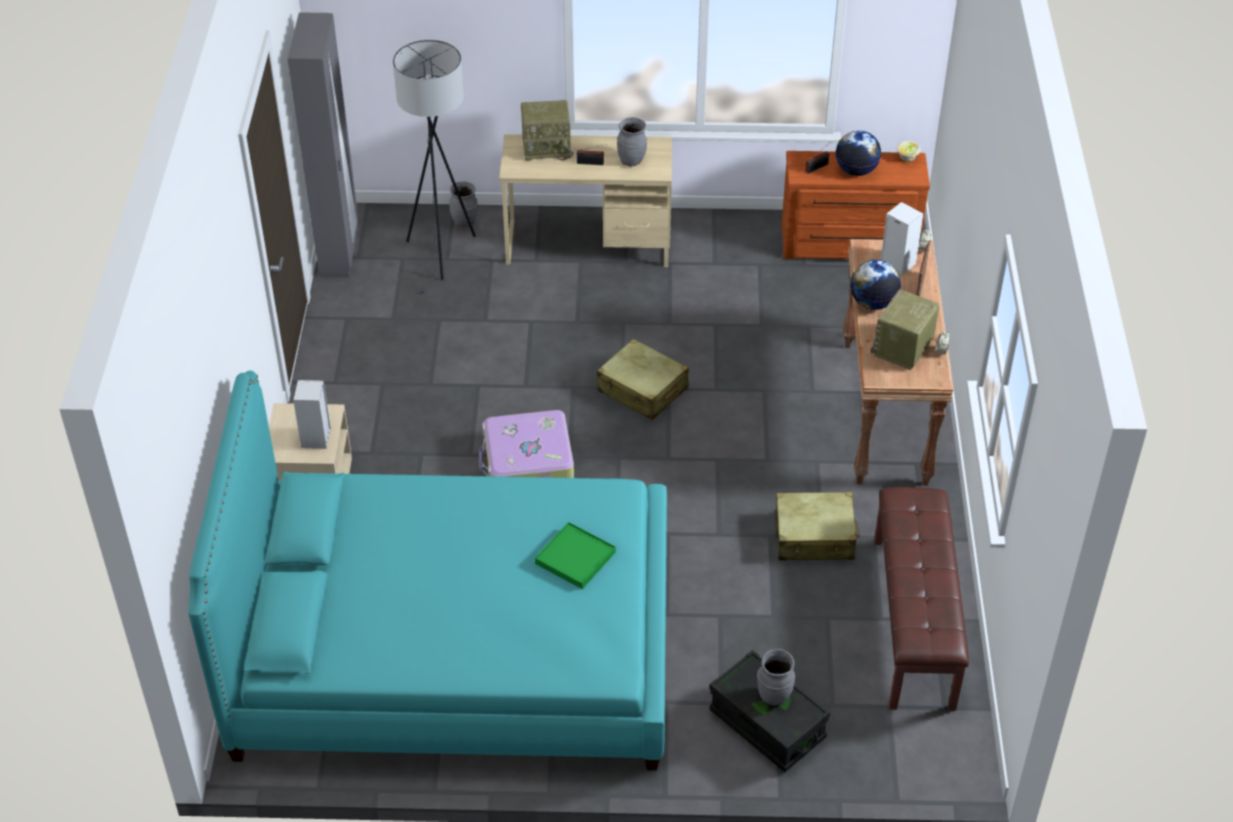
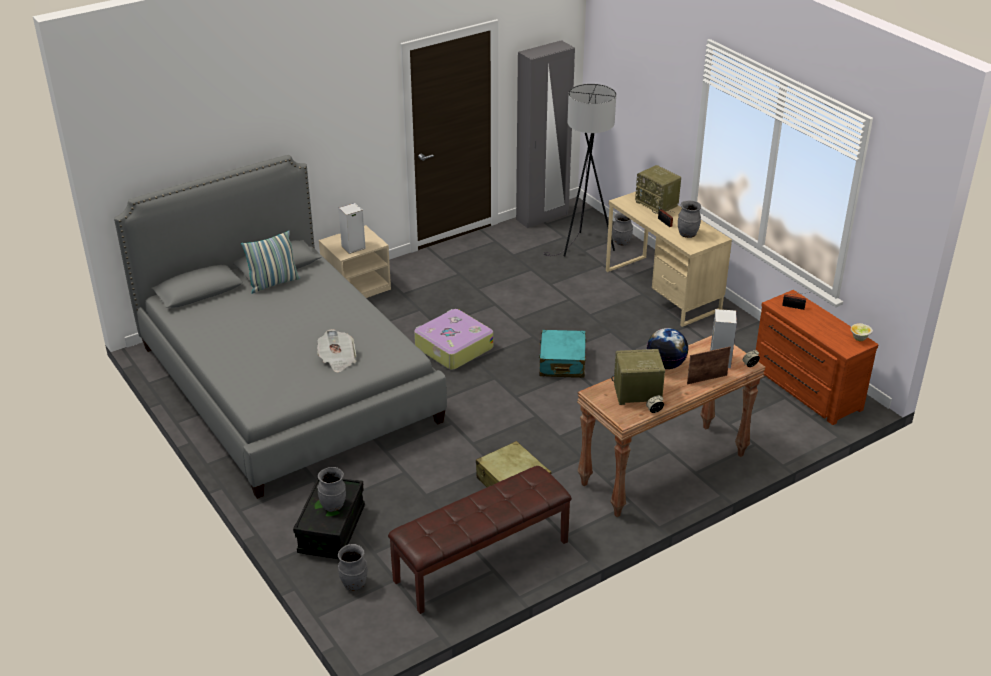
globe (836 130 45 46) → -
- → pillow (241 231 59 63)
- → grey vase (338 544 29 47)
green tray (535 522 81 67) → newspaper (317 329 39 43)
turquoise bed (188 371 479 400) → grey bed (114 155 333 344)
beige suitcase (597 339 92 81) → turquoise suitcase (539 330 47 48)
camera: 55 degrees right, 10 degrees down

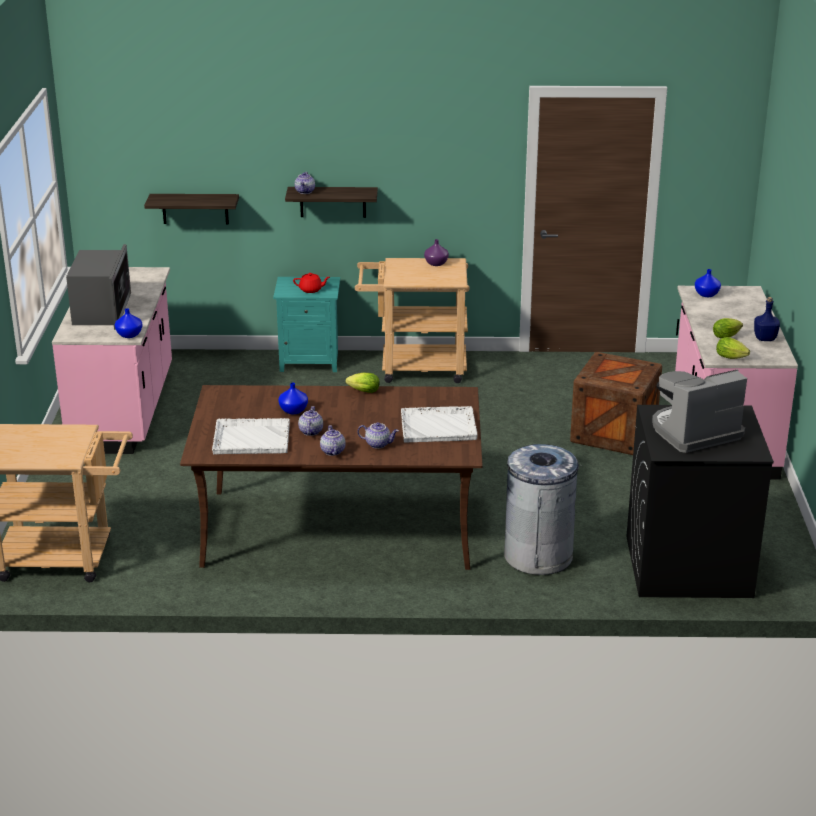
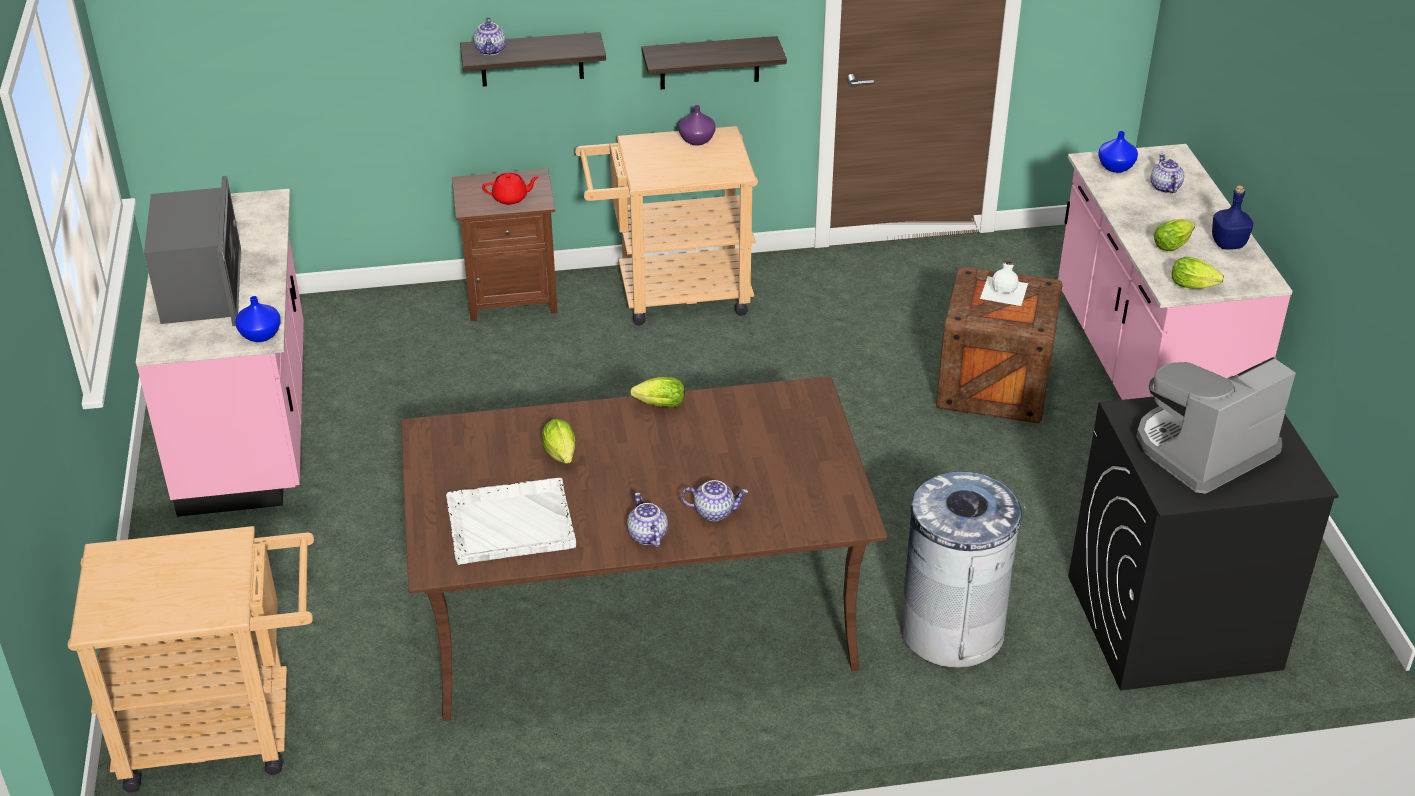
white tray (401 406 77 37) → -
- → white bottle (980 261 48 45)
shelf (144 194 95 30) → shelf (642 36 145 53), shifted
teapot (298 406 25 30) → teapot (1151 154 33 39), shifted
blue vase (279 382 29 32) → lettuce (542 419 33 45)
turquoise nightstand (273 277 67 95) → brown nightstand (452 169 106 152)
camera: 10 degrees left, 10 degrees up

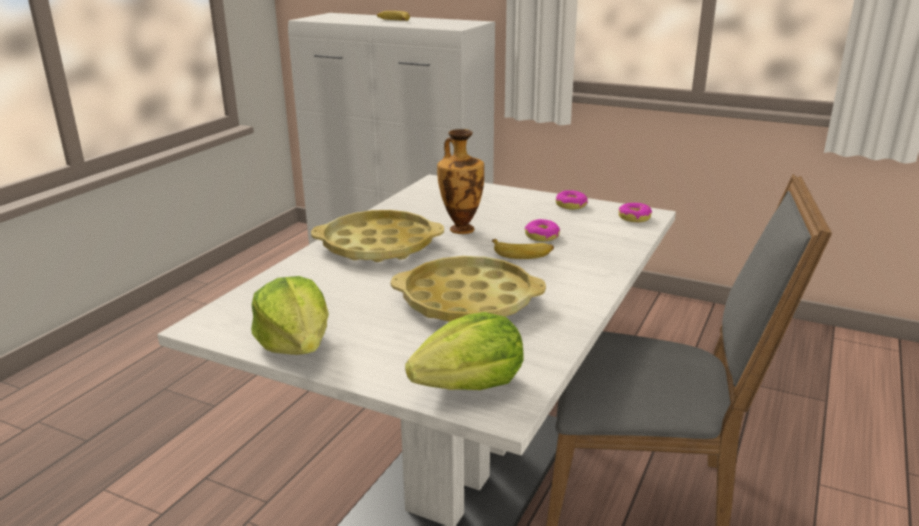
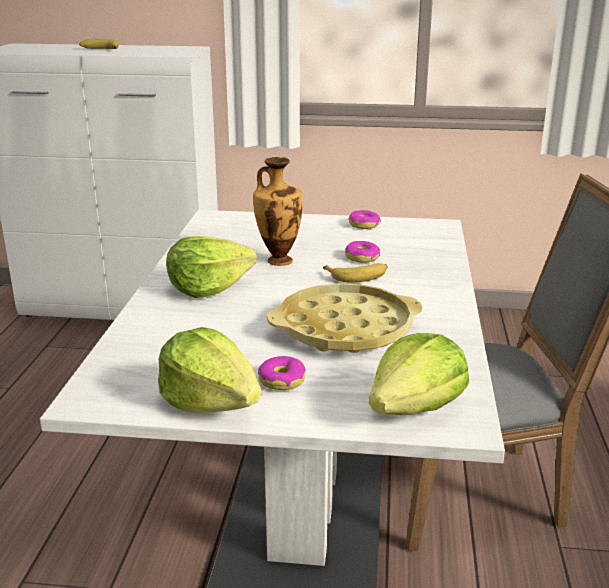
donut (619 203 33 19) → donut (258 356 48 34), shifted
yellow tray (311 210 133 52) → lettuce (166 236 91 62)
camera: 20 degrees left, 0 degrees up

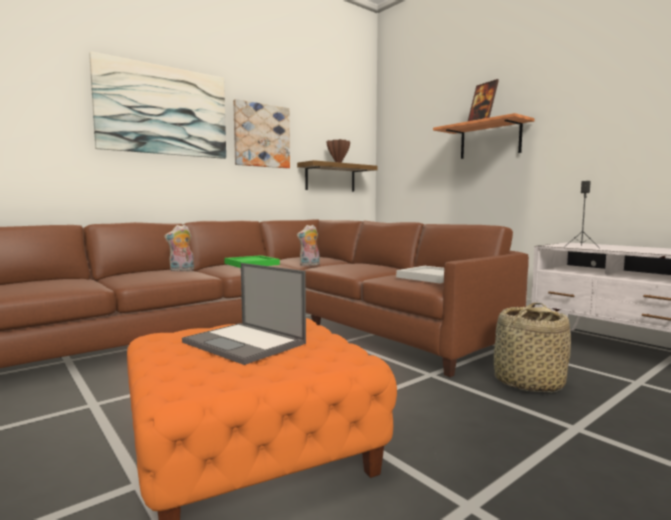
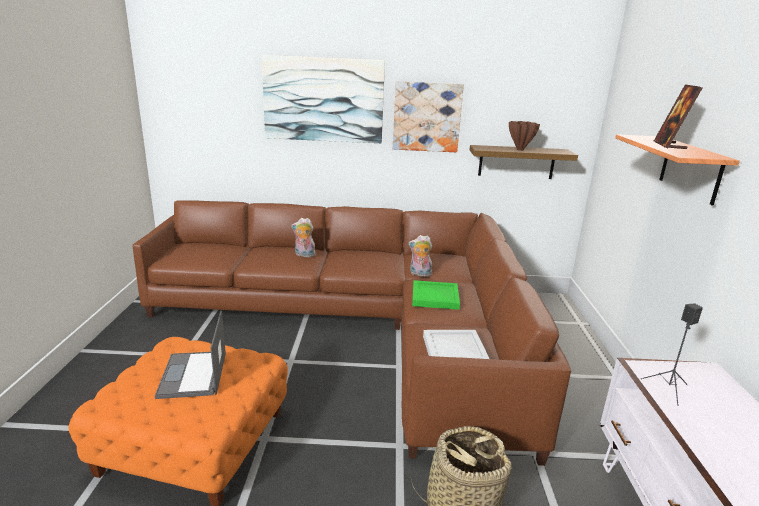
green tray (224 255 56 13) → green tray (412 280 48 30), shifted
camera: 40 degrees right, 15 degrees up

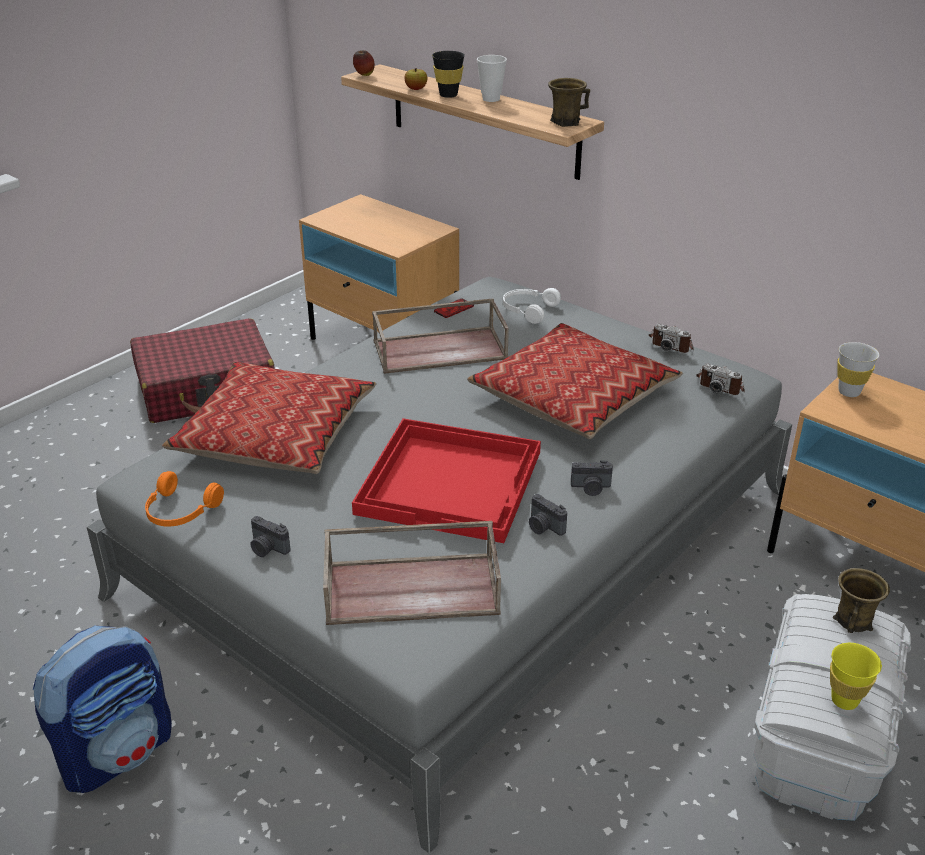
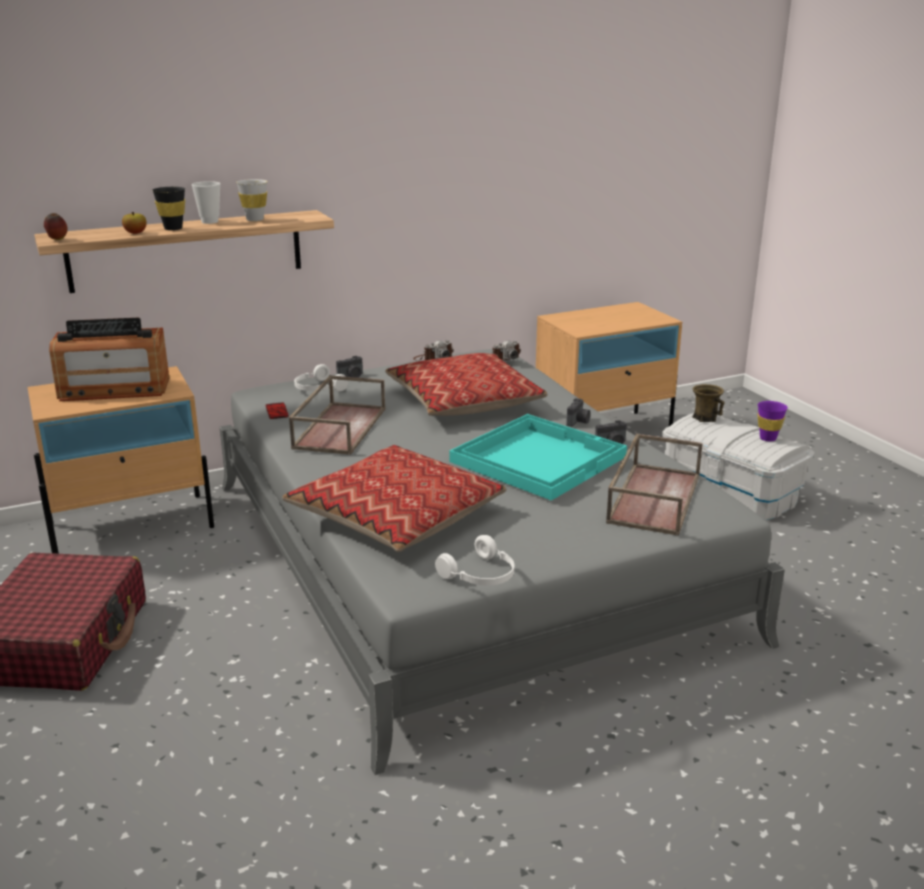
backpack (33 626 139 167) → -
brown mug (548 78 42 49) → -
- → radio (49 318 120 83)
photo camera (251 516 40 41) → photo camera (336 356 27 22), shifted
white cup (838 342 41 55) → white cup (236 179 31 42), shifted
orange headphones (145 471 79 56) → white headphones (435 535 79 51)
red tray (352 418 189 125) → turquoise tray (449 414 178 87)
yellow cup (830 643 52 67) → purple cup (757 401 31 41)
camera: 65 degrees left, 10 degrees down

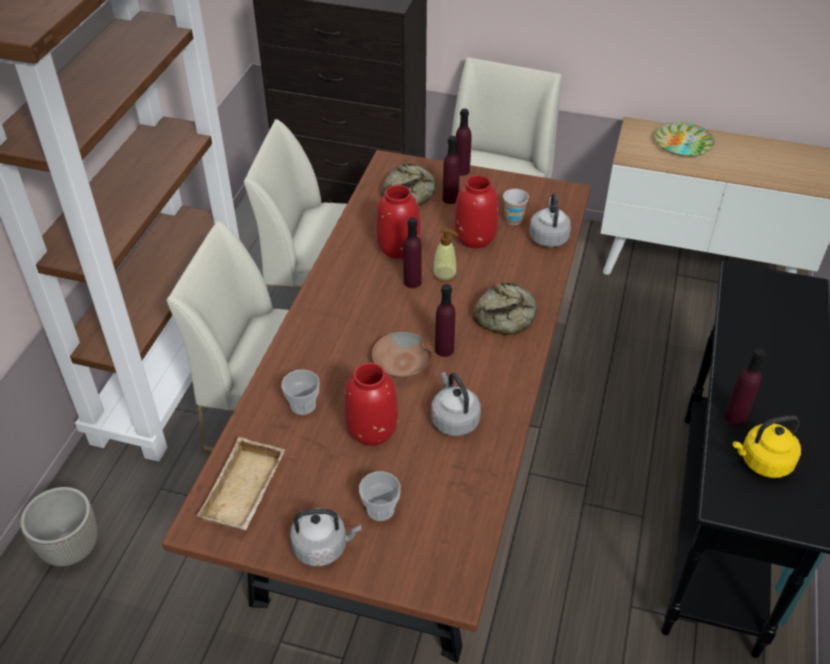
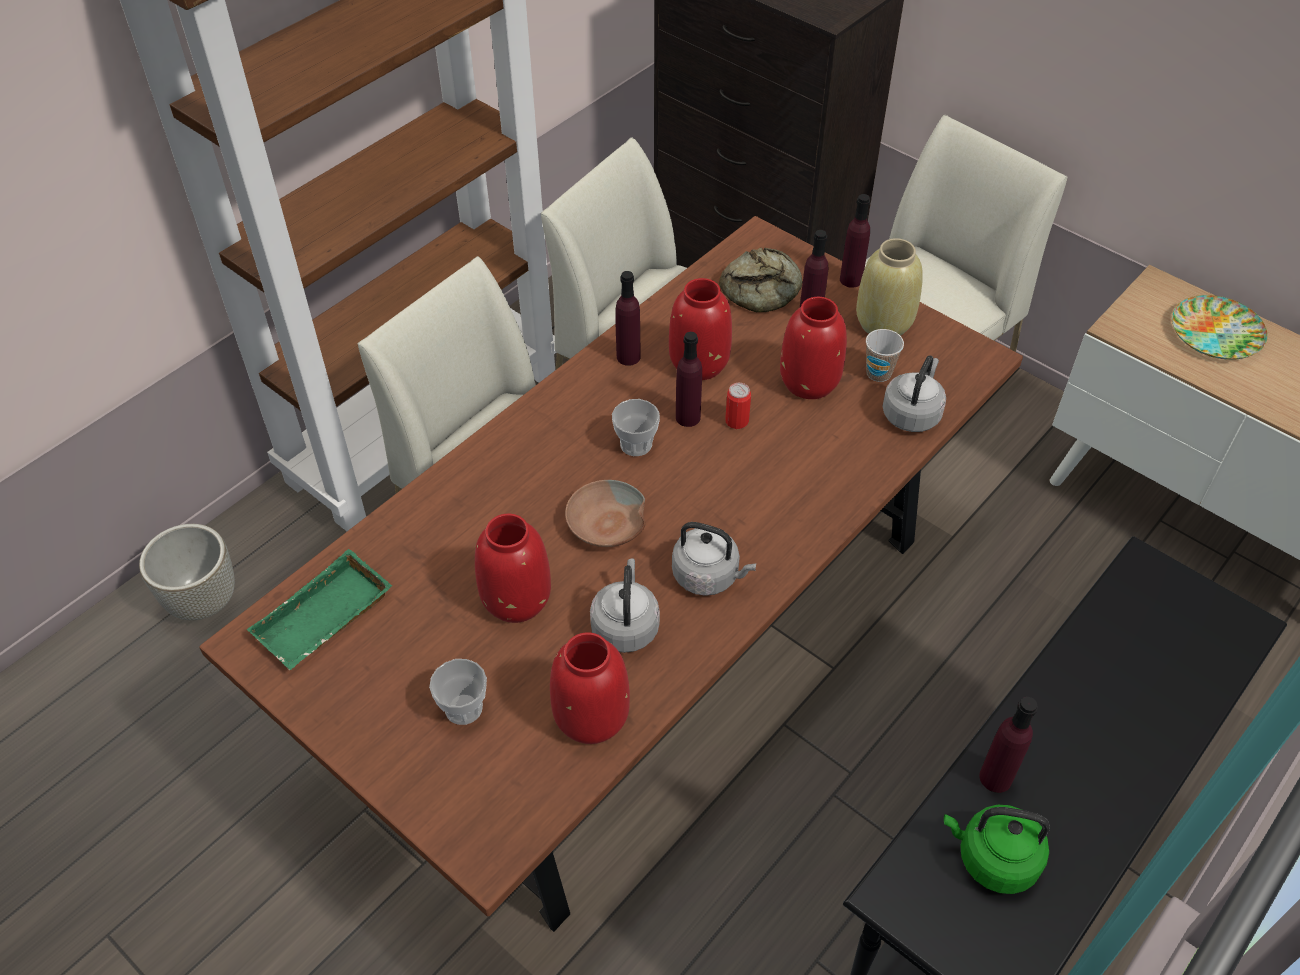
bread (473 282 64 53) → -
- → red vase (550 632 80 112)
- → beige vase (856 238 67 98)
cup (282 370 37 45) → cup (612 399 48 57), shifted
grey kettle (290 508 72 58) → grey kettle (672 522 84 74), shifted
purple bottle (435 284 20 73) → purple bottle (615 271 26 95), shifted
soap dispenser (433 227 25 55) → can (725 383 26 46)
beige tray (197 437 88 94) → green tray (247 549 145 121)
yellow kettle (733 415 68 63) → green kettle (944 805 106 89)
camera: 25 degrees right, 5 degrees up

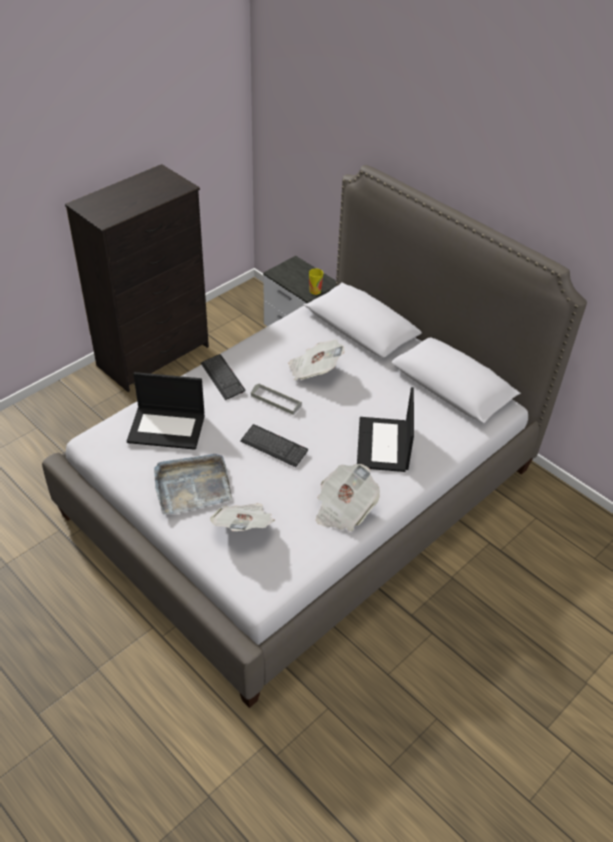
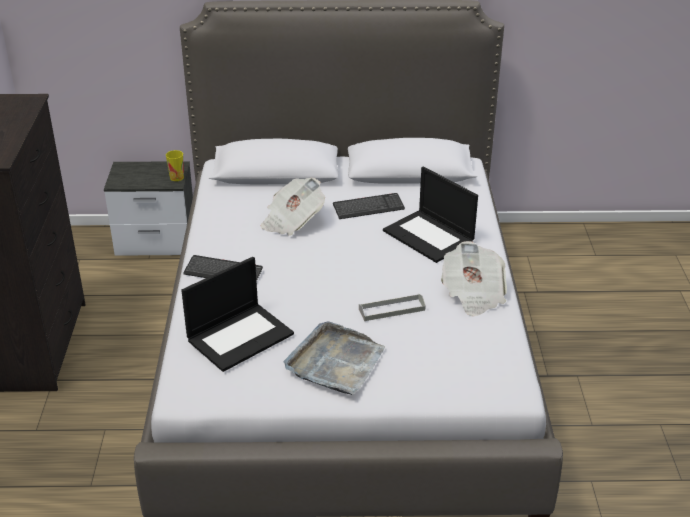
newspaper (210 503 65 28) → -
keyboard (240 424 68 43) → keyboard (333 193 72 26), shifted
grey tray (251 383 51 32) → grey tray (359 294 67 27), shifted
camera: 45 degrees left, 10 degrees down

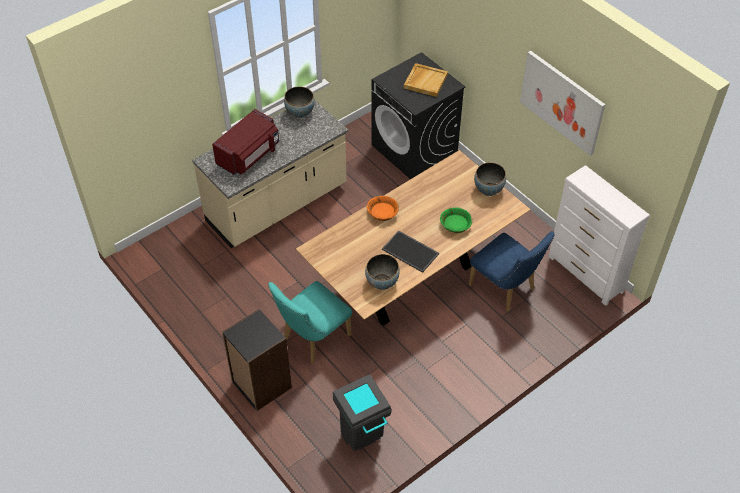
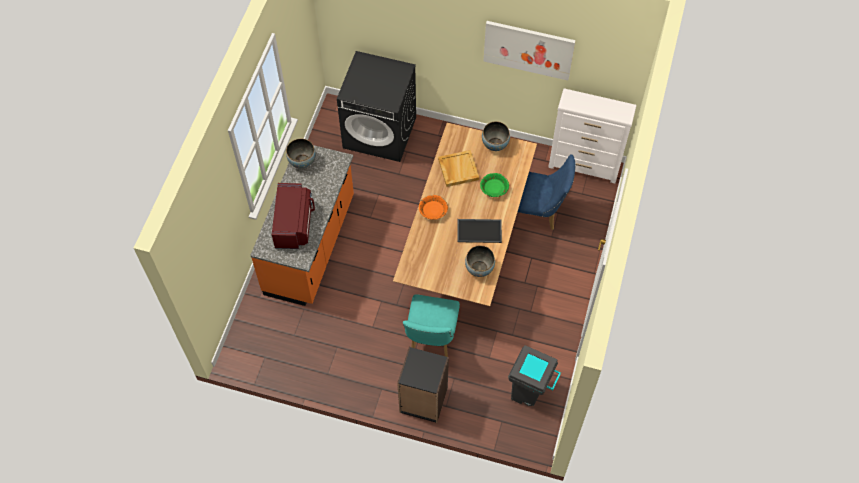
beige tray (404 63 44 34) → beige tray (438 150 41 37), shifted
beige counter (192 99 156 149) → orange counter (250 145 104 161)
camera: 35 degrees left, 10 degrees up

